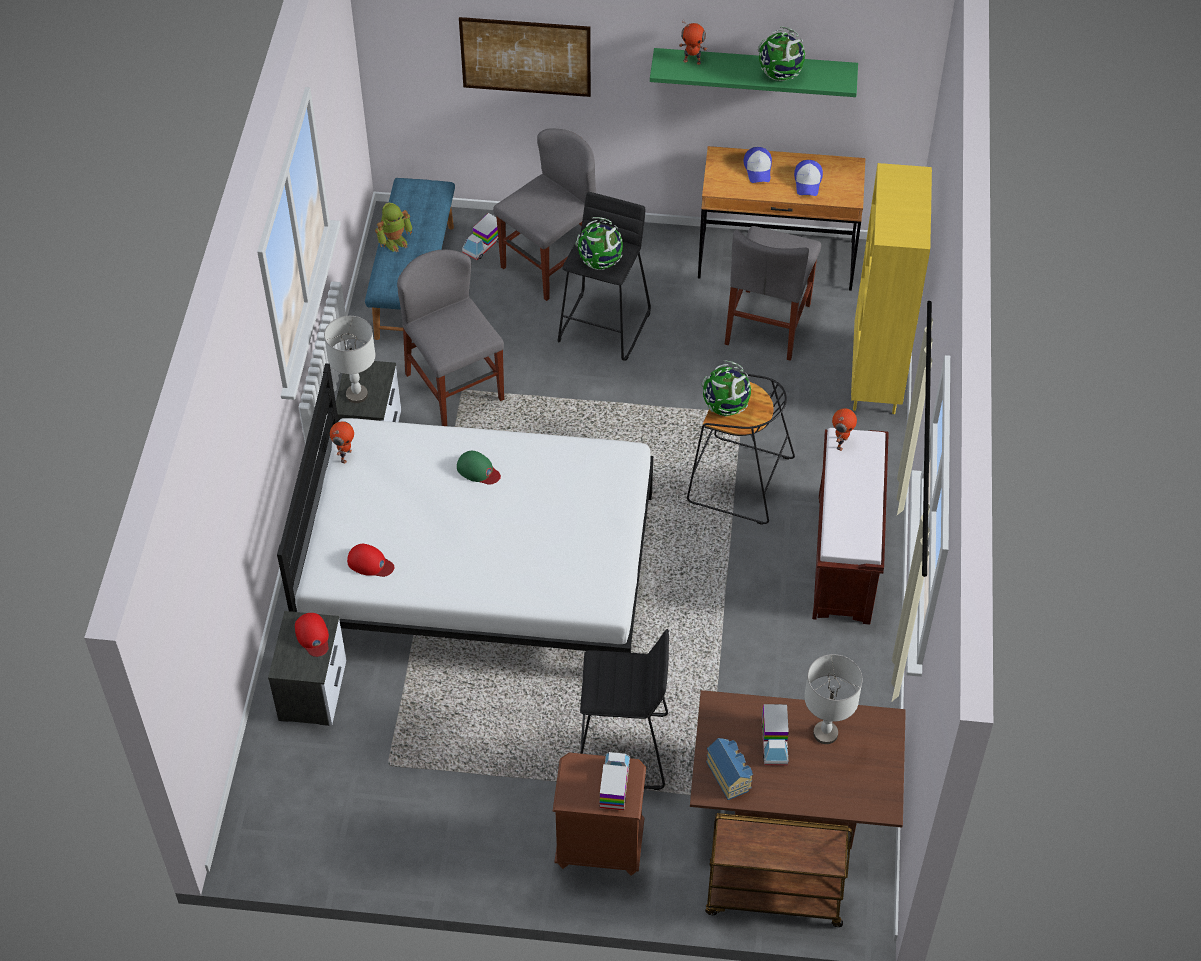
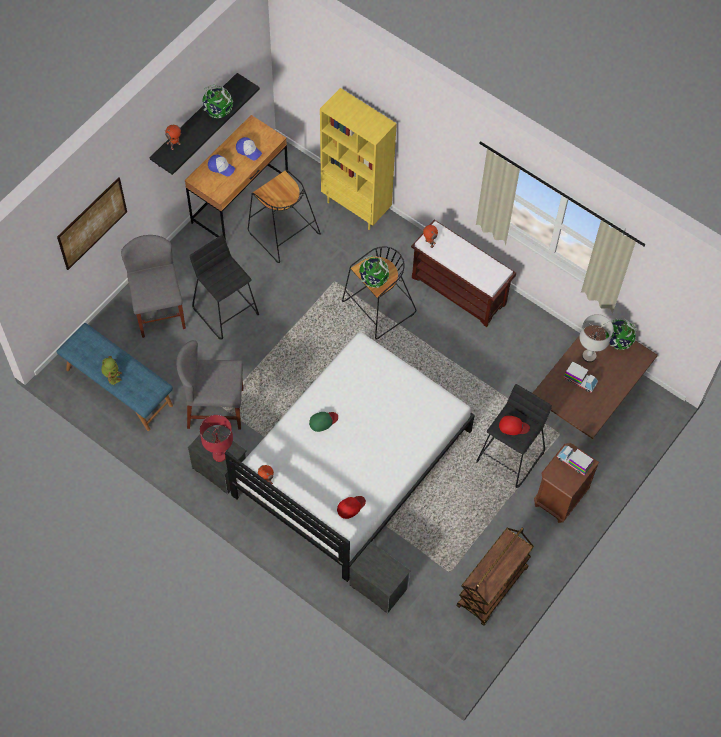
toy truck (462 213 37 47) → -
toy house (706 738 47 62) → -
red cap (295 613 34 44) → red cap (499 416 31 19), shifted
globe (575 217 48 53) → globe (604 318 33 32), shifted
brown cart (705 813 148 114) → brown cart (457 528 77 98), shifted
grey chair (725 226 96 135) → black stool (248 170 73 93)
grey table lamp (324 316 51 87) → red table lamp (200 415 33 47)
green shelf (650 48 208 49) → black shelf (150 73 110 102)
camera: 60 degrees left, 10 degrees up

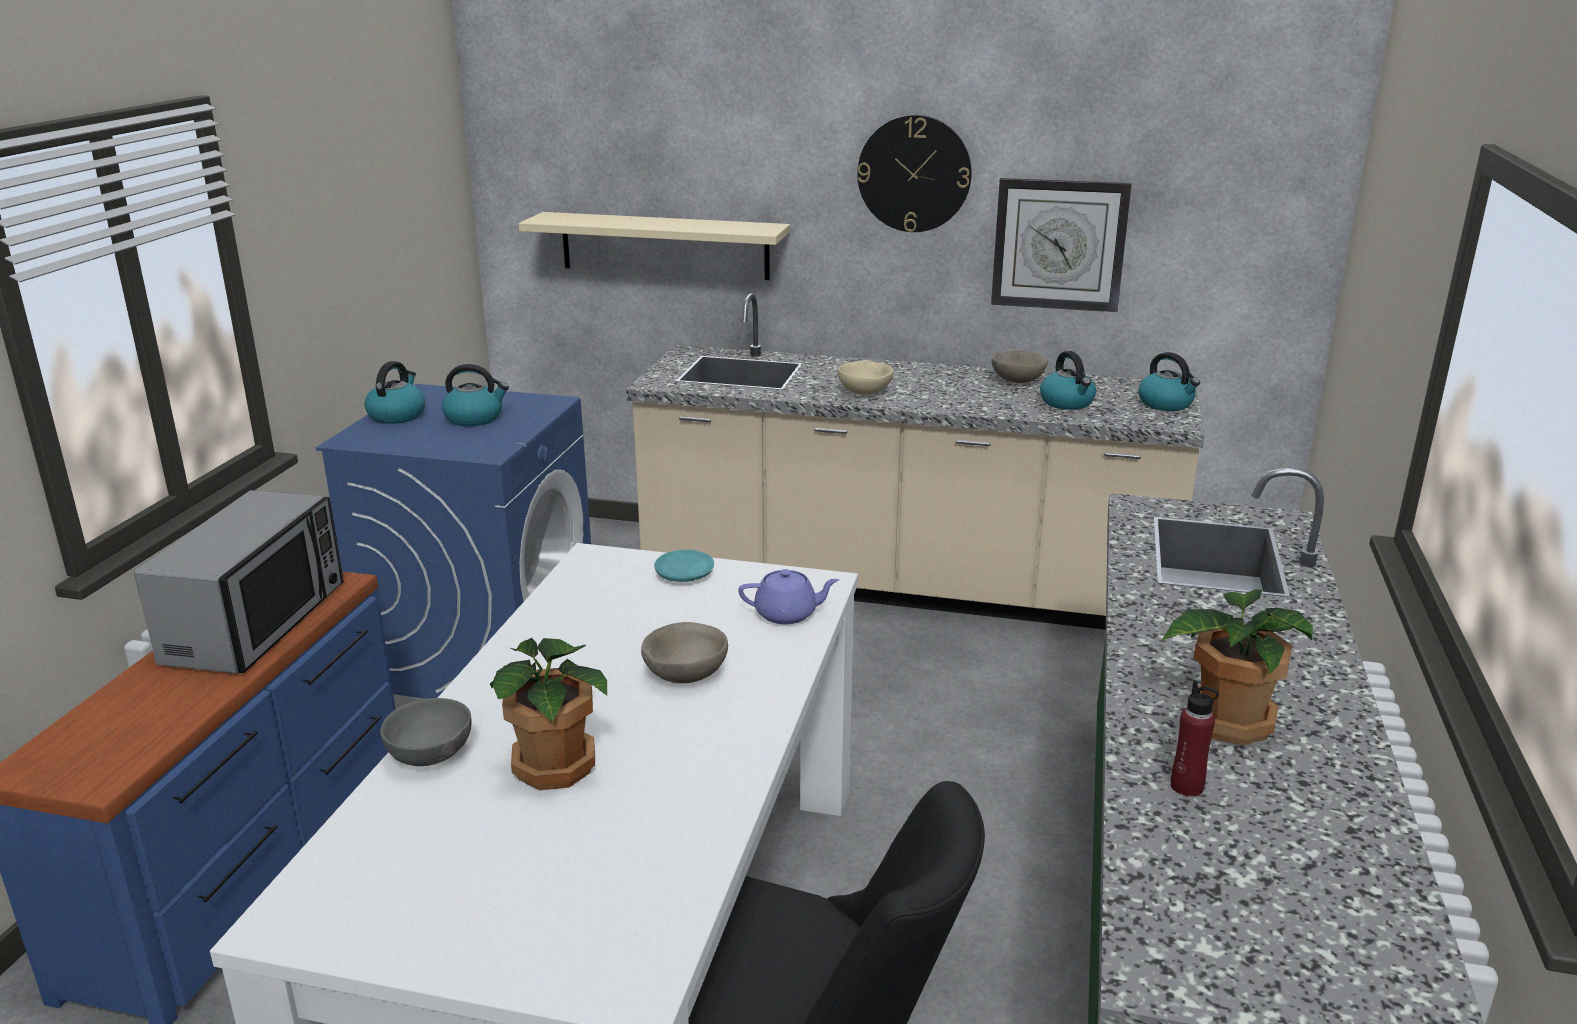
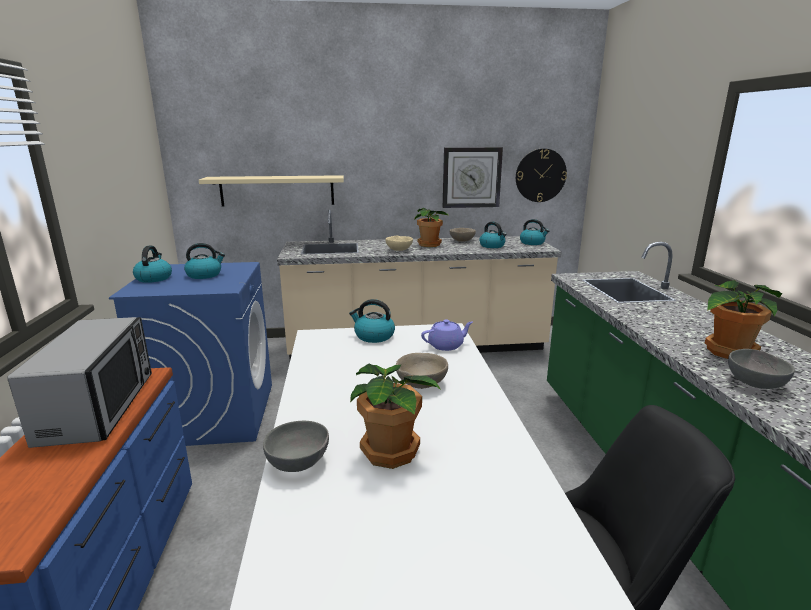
- → potted plant (415 208 34 39)
wall clock (857 115 115 117) → wall clock (516 149 51 53), shifted
turquoise plate (654 550 60 32) → kettle (349 299 46 44)
red bottle (1170 681 49 116) → grey bowl (728 349 67 40)
camera: 20 degrees left, 5 degrees down

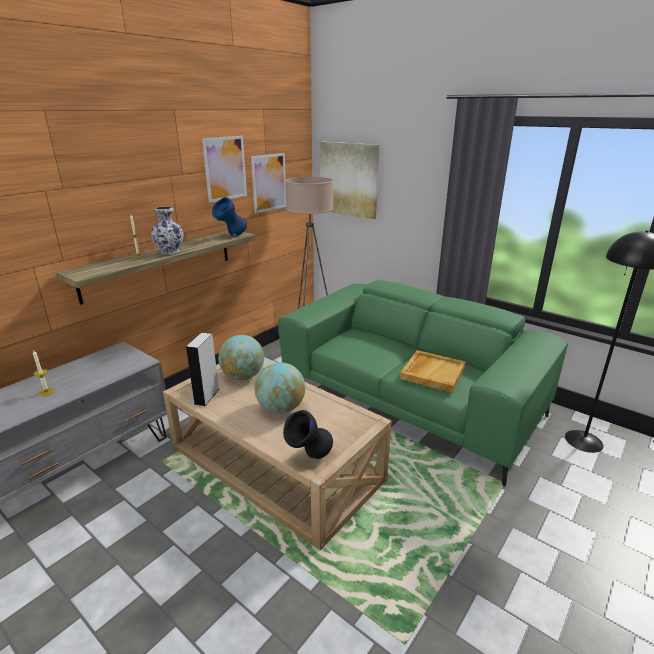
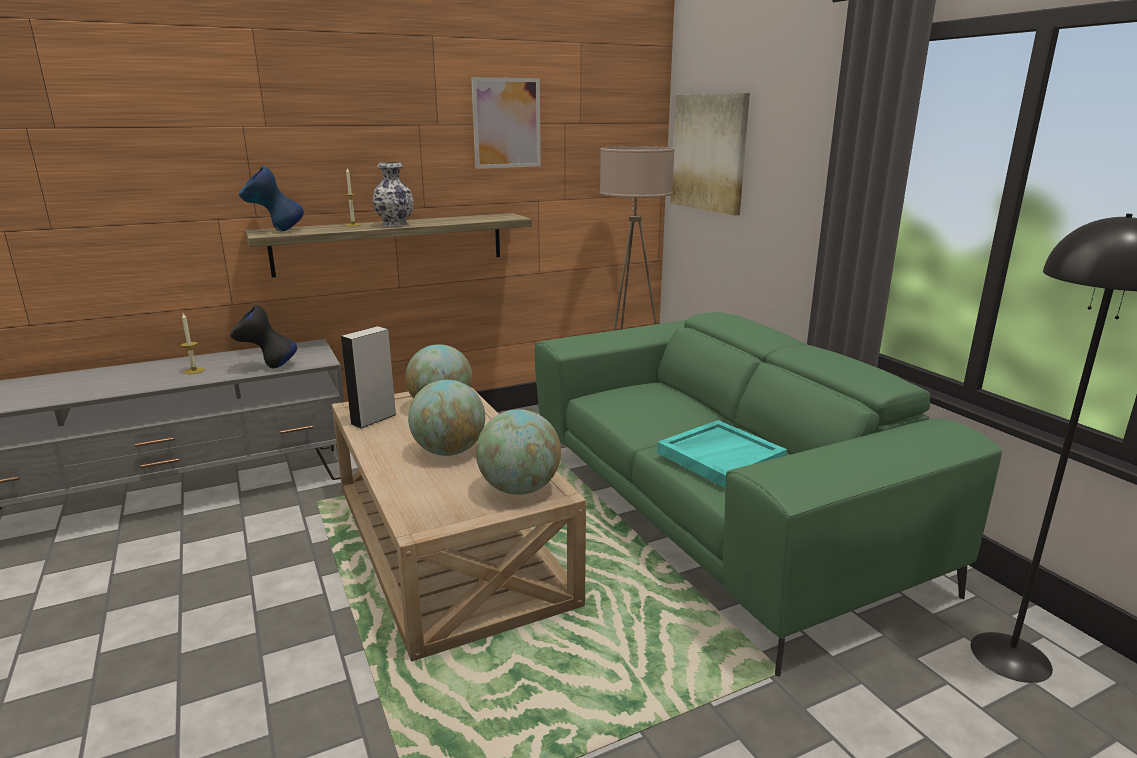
picture (251 153 35 60) → -
- → globe (476 409 85 86)
blue vase (212 197 35 39) → blue vase (239 166 65 65), shifted
black vase (283 410 50 49) → black vase (230 305 67 63), shifted
beige tray (400 350 66 42) → turquoise tray (657 420 130 68)
camera: 25 degrees right, 5 degrees down

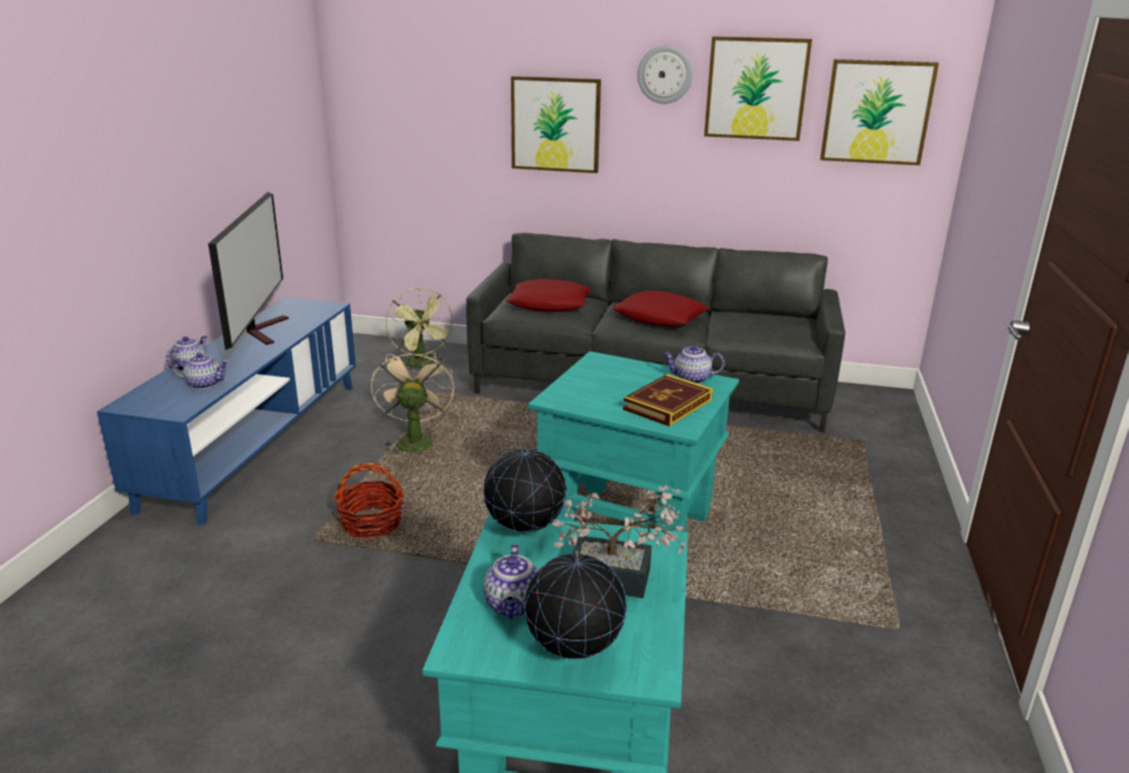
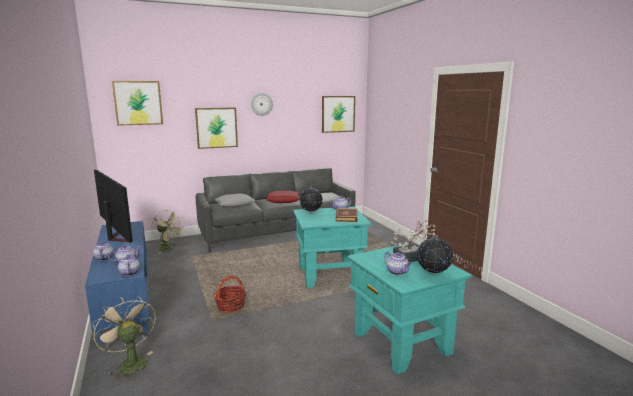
- → teapot (118 254 22 22)
beige fan (371 348 83 107) → beige fan (92 296 64 84), shifted
globe (483 444 84 91) → globe (299 186 24 27), shifted
picture (704 36 108 105) → picture (112 81 51 45), shifted
red pillow (506 279 86 33) → grey pillow (214 193 41 14)
camera: 35 degrees left, 10 degrees down

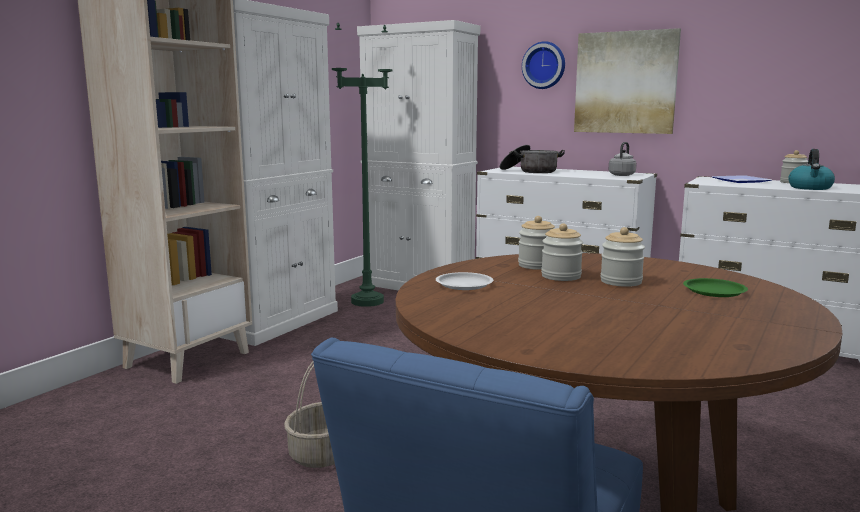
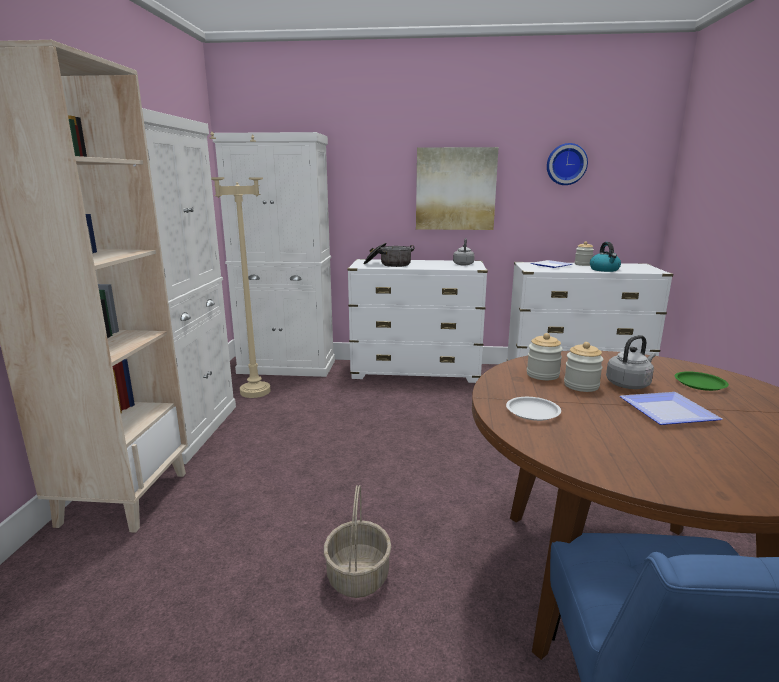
- → plate (620 392 102 33)
wall clock (522 41 43 48) → wall clock (547 143 41 42), shifted
jar (600 227 45 60) → grey kettle (606 335 50 54)
green floor lamp (332 22 61 285) → beige floor lamp (209 131 61 267)
camera: 25 degrees left, 5 degrees up

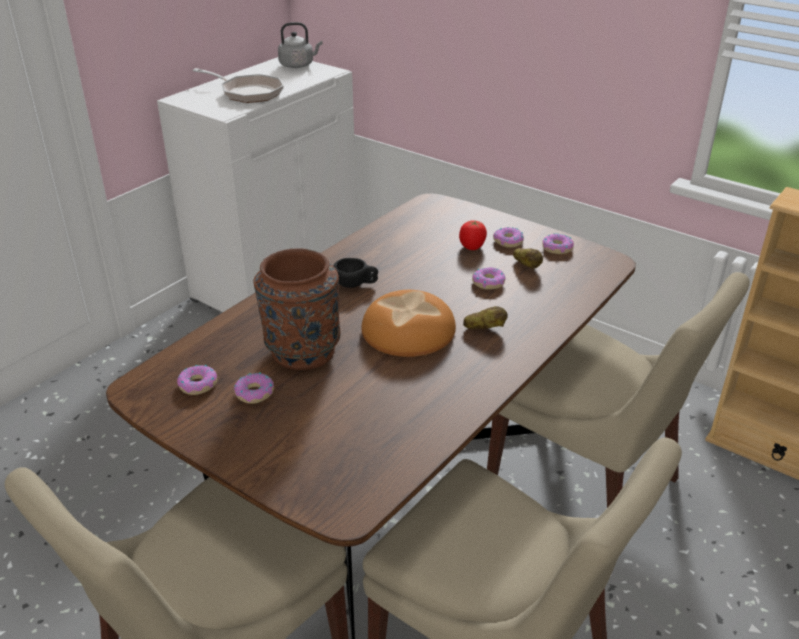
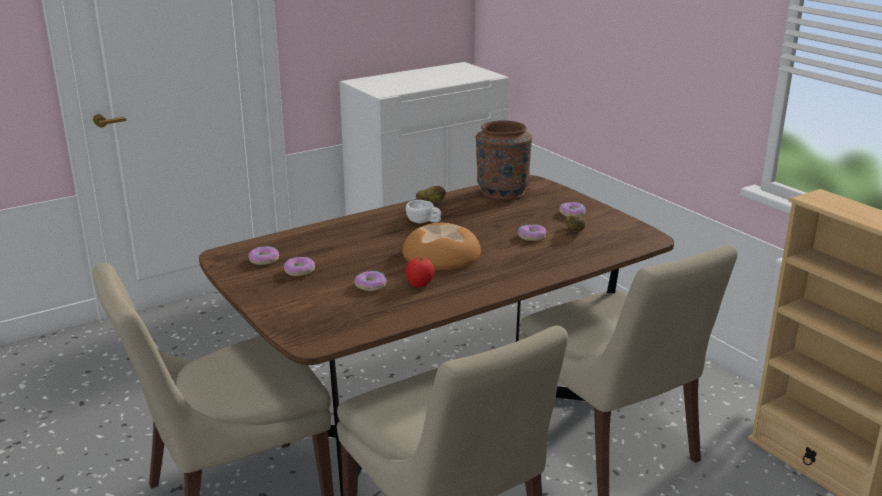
frying pan (192 68 92 35) → -
grey kettle (278 22 45 46) → -
brown vase (254 248 87 122) → brown vase (476 120 56 81), shifted
tomato (459 220 28 30) → tomato (406 257 29 30), shifted
potato (463 306 45 23) → potato (416 186 30 16), shifted
donut (542 234 32 20) → donut (354 271 32 20), shifted
black cup (334 258 44 30) → white cup (406 200 35 23)
camera: 20 degrees right, 10 degrees down

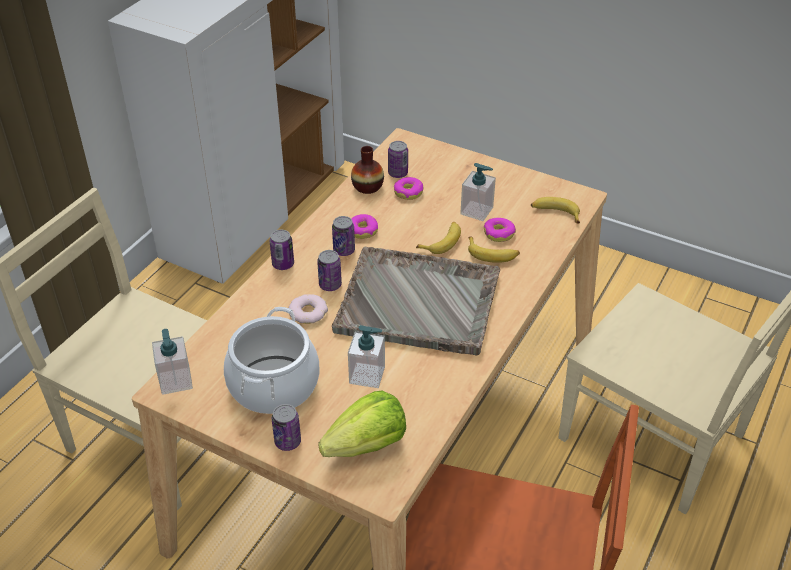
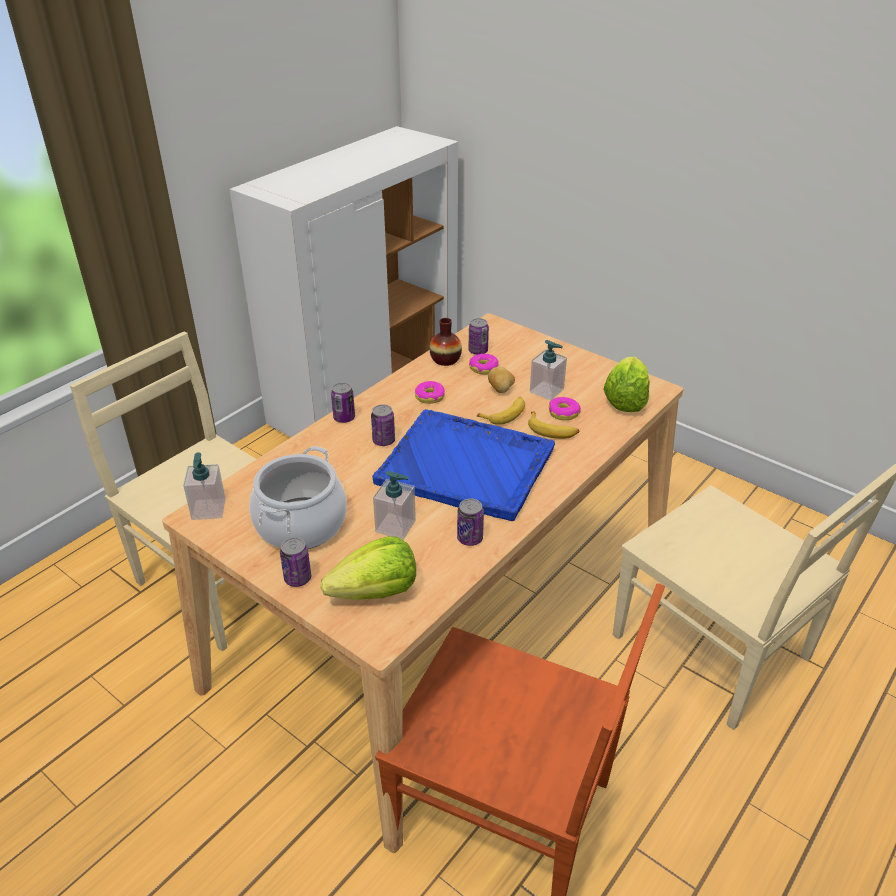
donut (289 294 39 30) → -
- → potato (488 366 27 27)
can (332 216 23 40) → can (457 499 27 47), shifted
banana (531 197 49 26) → lettuce (603 357 47 55)
grey tray (332 247 168 109) → blue tray (372 409 183 112)
camera: 10 degrees right, 5 degrees down

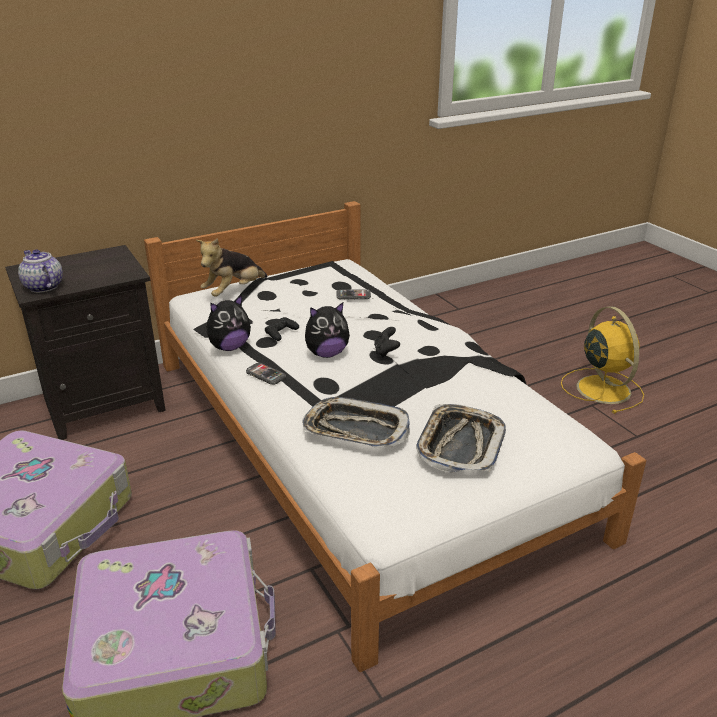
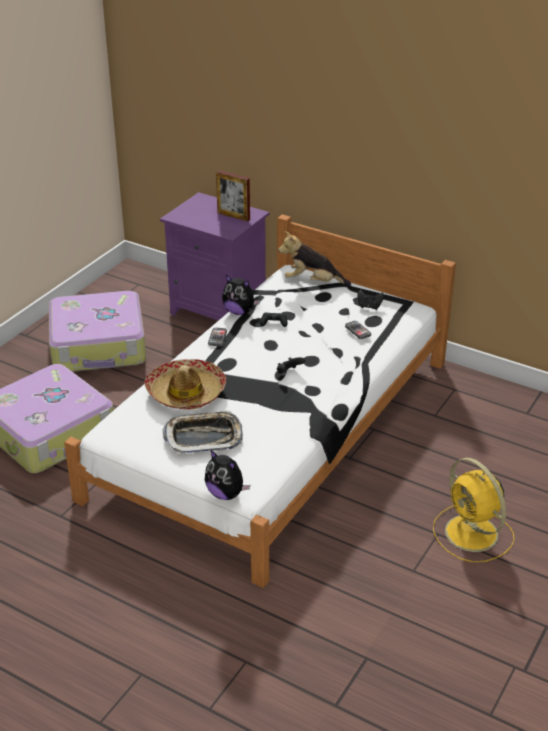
teapot (18 249 45 44) → -
- → picture frame (216 170 34 52)
- → black game controller (358 290 26 20)
plush toy (305 302 45 56) → plush toy (205 449 45 51), shifted
tray (302 397 108 50) → hat (145 359 81 50)
black nightstand (5 245 161 195) → purple nightstand (160 192 109 129)
yellow fan (561 306 83 108) → yellow fan (433 458 82 104), 105 degrees clockwise
camera: 60 degrees right, 5 degrees up

